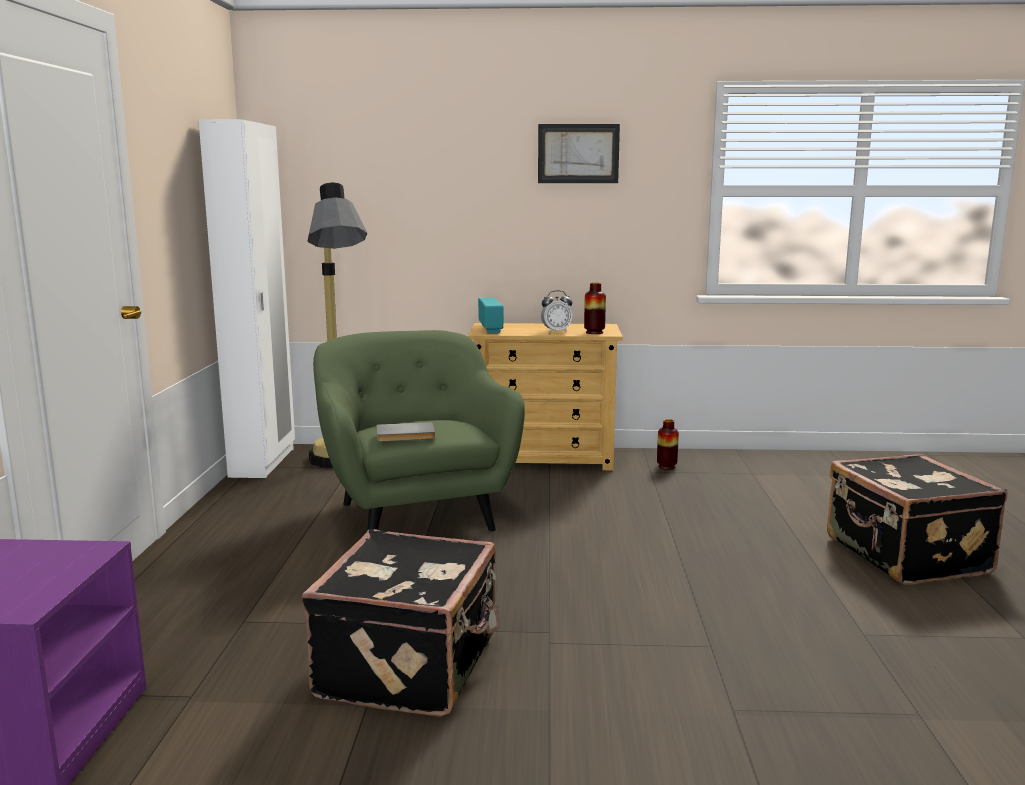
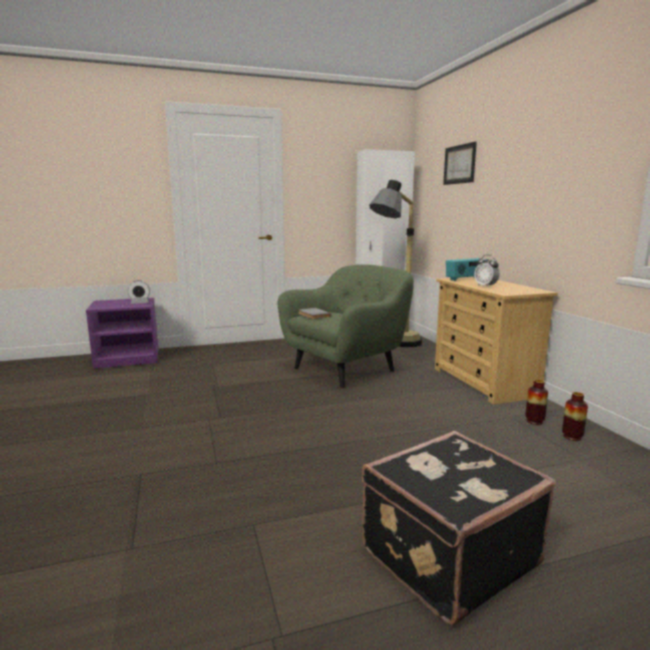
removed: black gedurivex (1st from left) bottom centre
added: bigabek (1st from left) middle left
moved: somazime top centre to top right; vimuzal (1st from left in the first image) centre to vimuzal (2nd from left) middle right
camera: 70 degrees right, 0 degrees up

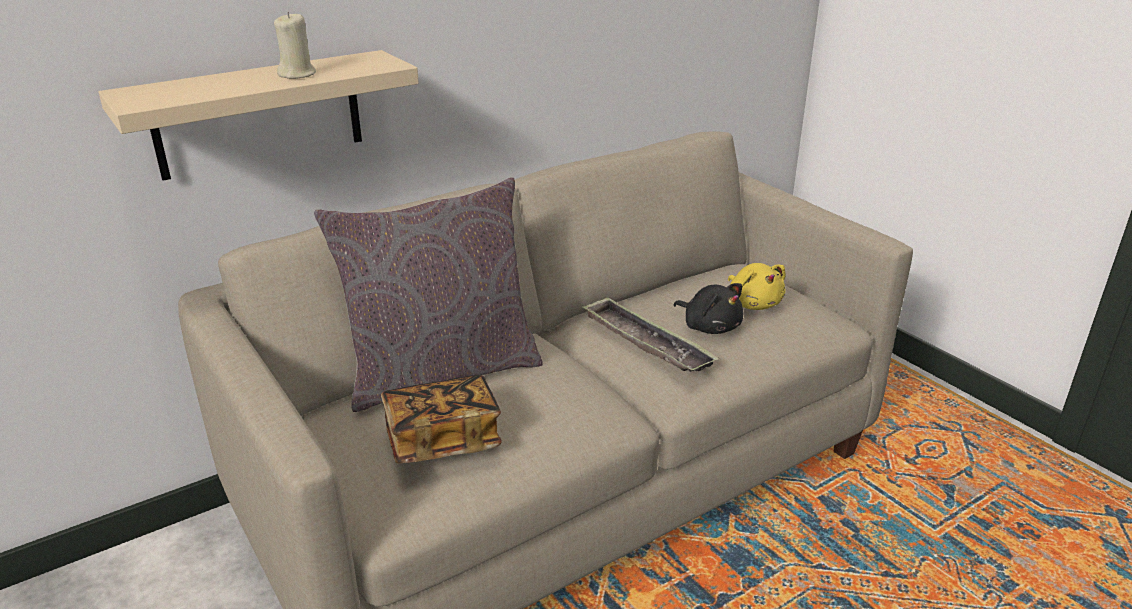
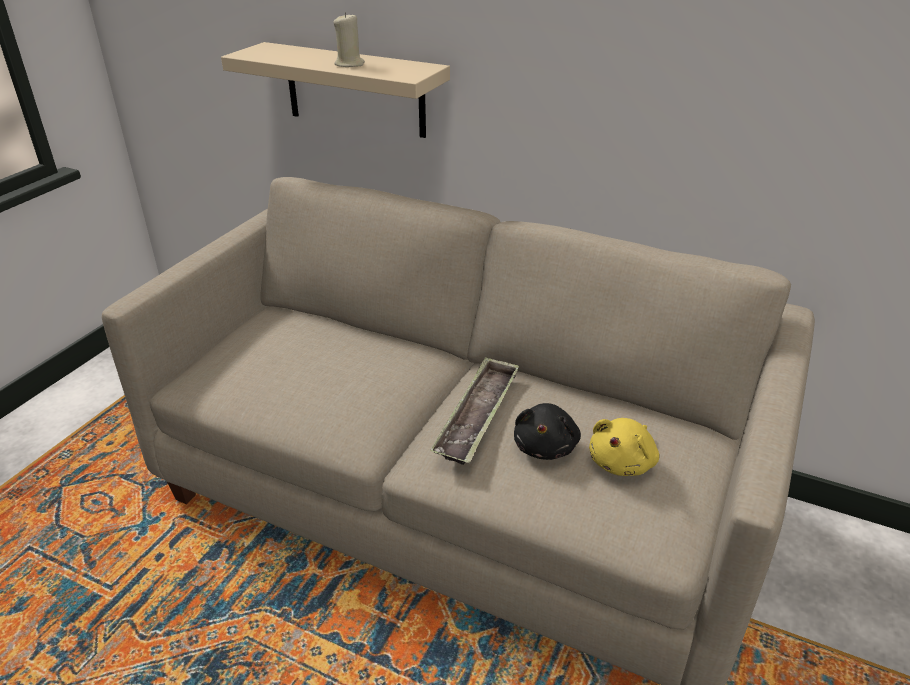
removed: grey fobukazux centre; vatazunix bottom centre
camera: 60 degrees right, 5 degrees up

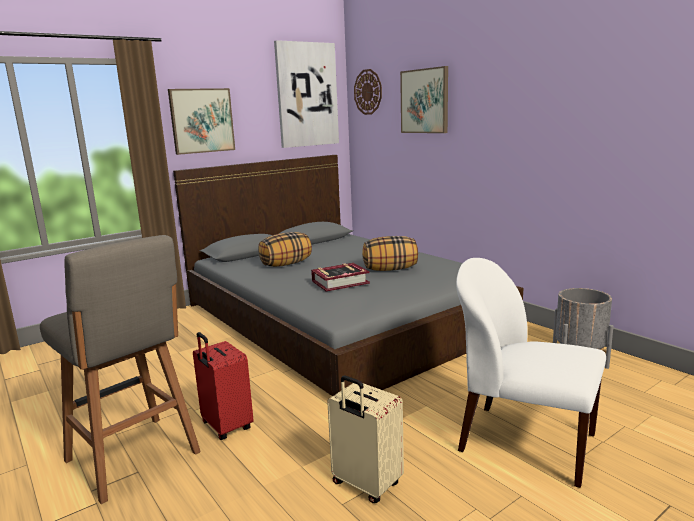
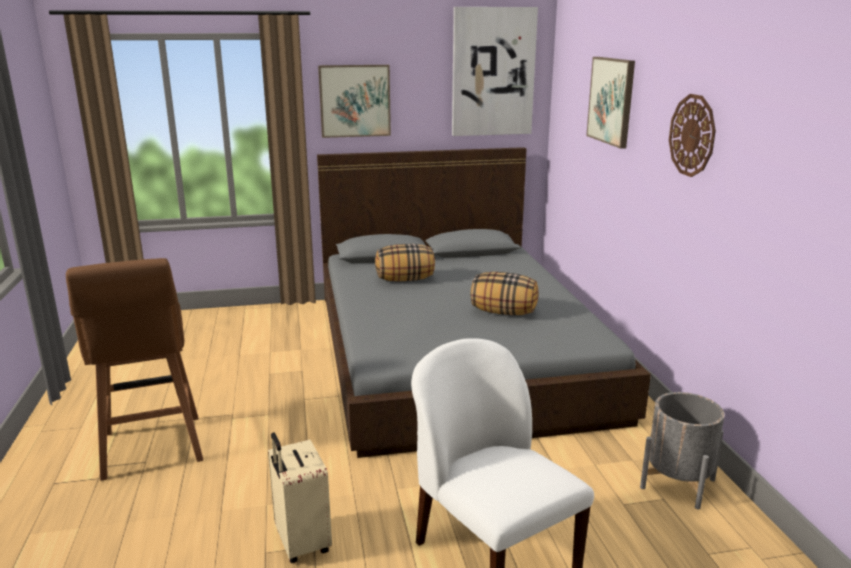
removed: red gedurivex bottom left; vatazunix centre
moved: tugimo top centre to top right
recoloured: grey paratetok bottom left to brown paratetok middle left
camera: 25 degrees right, 5 degrees up

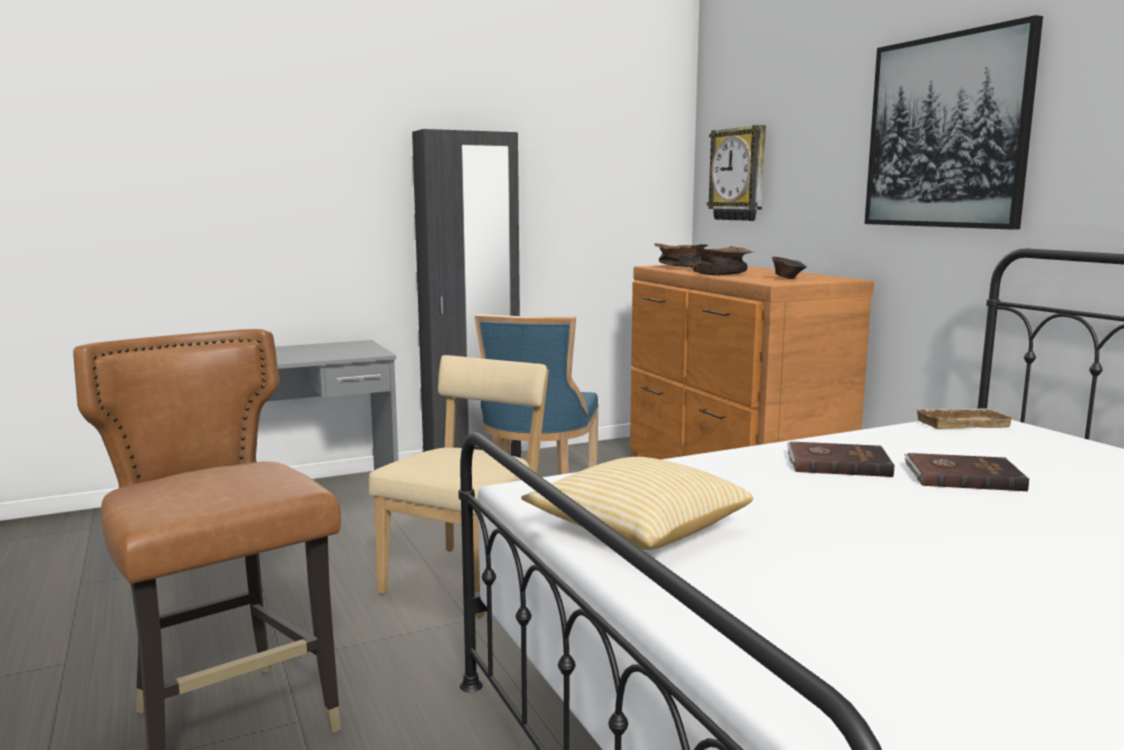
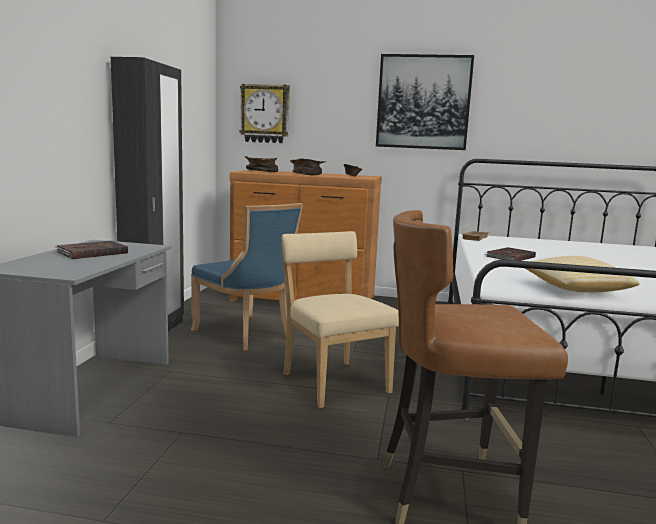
moved: brown vatazunix (2nd from left in the first image) middle right to brown vatazunix (1st from left) middle left
camera: 55 degrees left, 0 degrees up

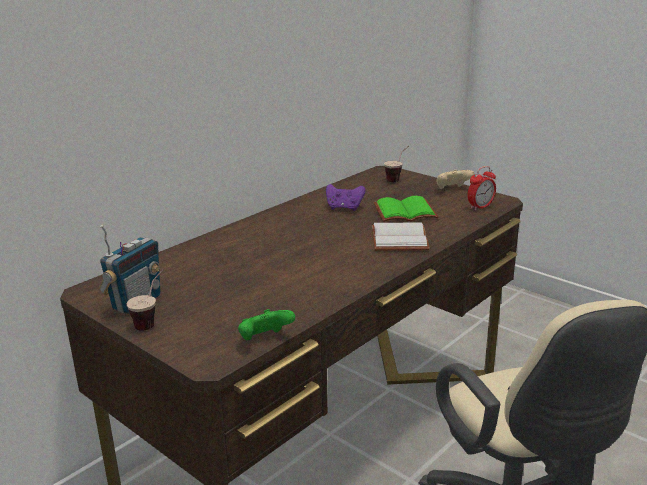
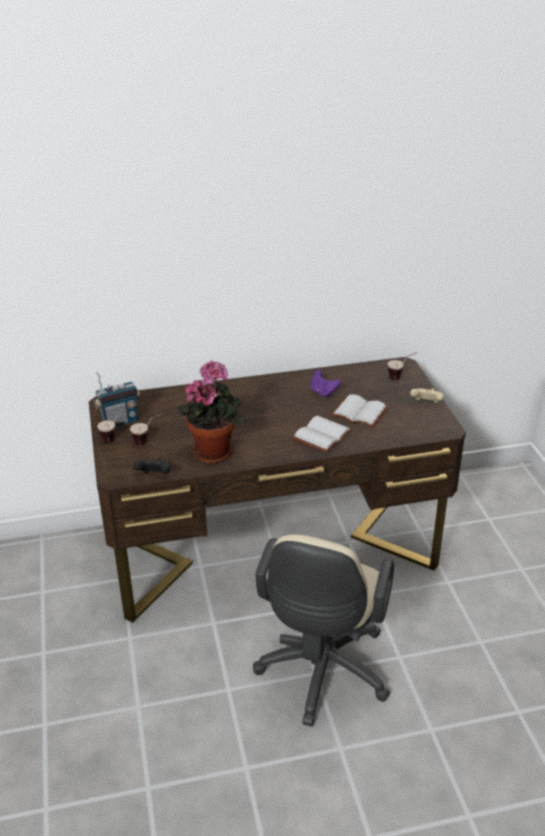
removed: bigabek middle right
added: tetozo (2nd from left) middle left; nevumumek centre
recoloured: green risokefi bottom centre to black risokefi middle left; green vatazunix centre to white vatazunix (2nd from left) centre
camera: 35 degrees right, 10 degrees up

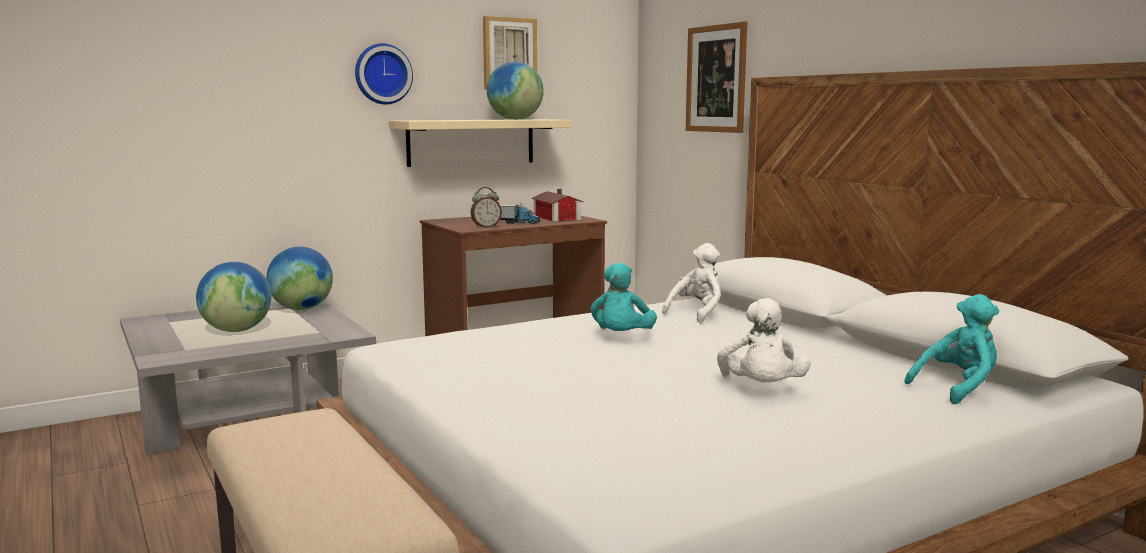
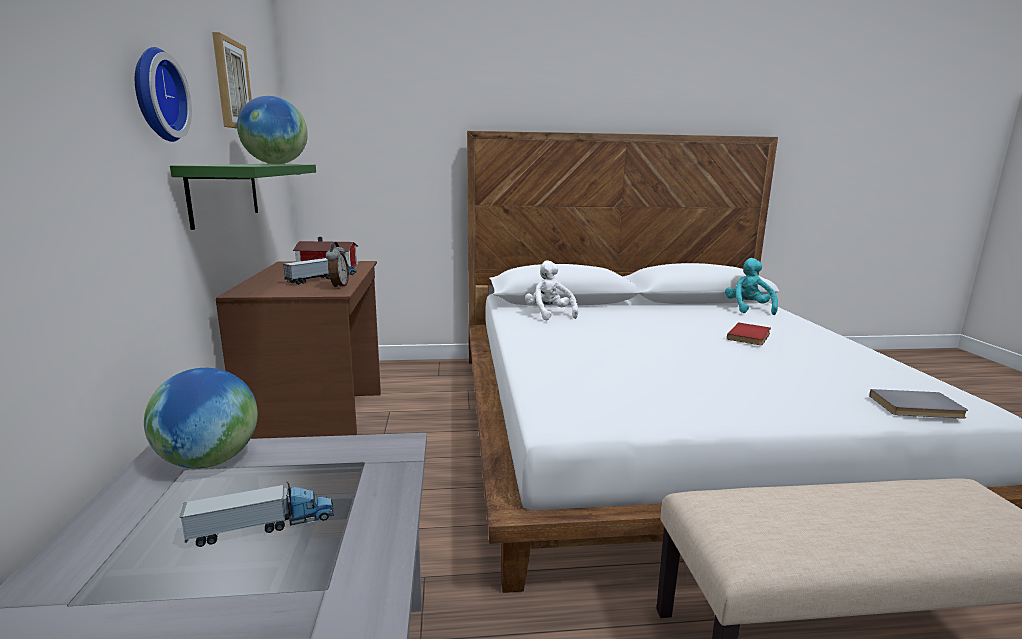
removed: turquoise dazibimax (1st from left) centre; somazime (2nd from left) top centre
added: grey vatazunix middle right
replaced: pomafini (1st from left) middle left to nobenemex (1st from left) bottom left; white dazibimax (2nd from left) middle right to red vatazunix middle right
recoloured: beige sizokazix top centre to green sizokazix top left
camera: 65 degrees left, 5 degrees up

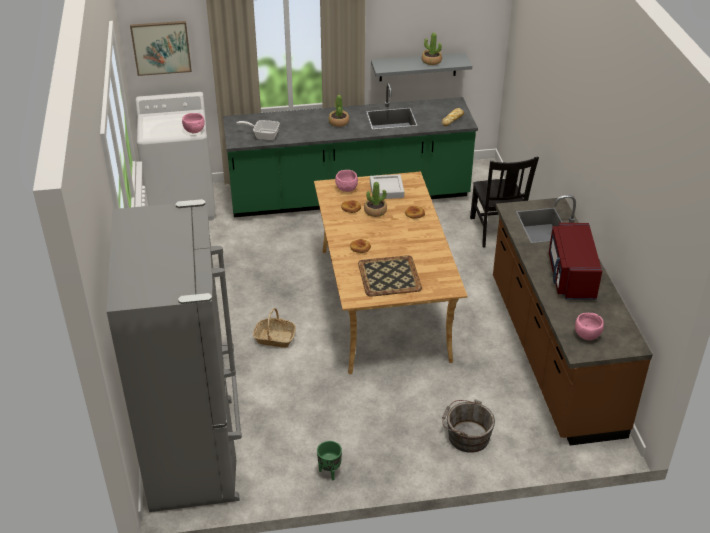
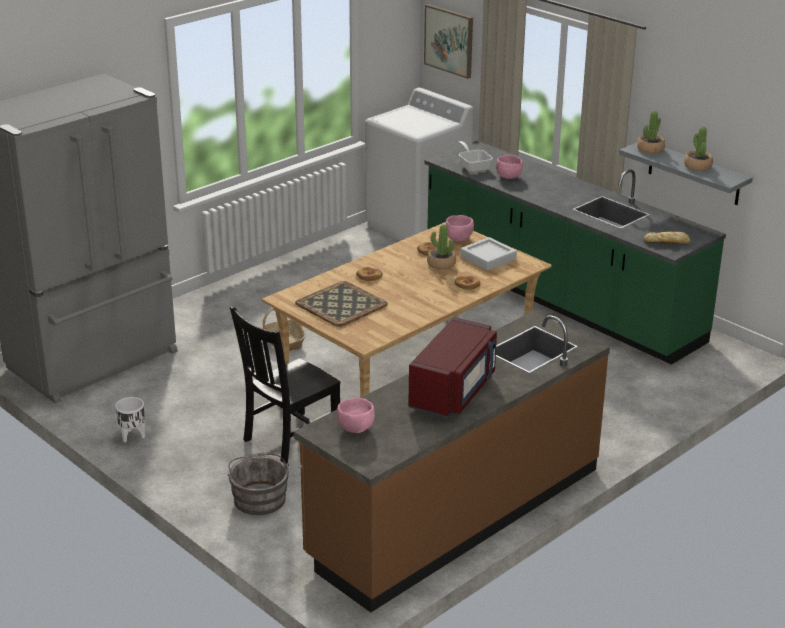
moved: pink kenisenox (1st from left in the first image) top left to pink kenisenox (3rd from left) top centre; nevumumek (1st from left in the first image) top centre to nevumumek (2nd from left) top right; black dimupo middle right to centre
recoloured: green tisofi bottom centre to white tisofi bottom left
turned: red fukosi middle right = centre 150 degrees clockwise
camera: 55 degrees right, 10 degrees down

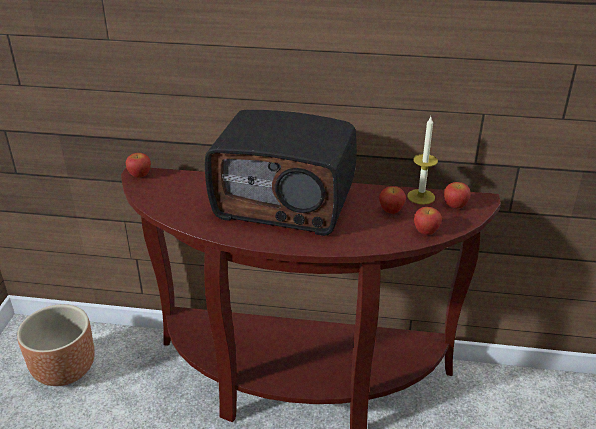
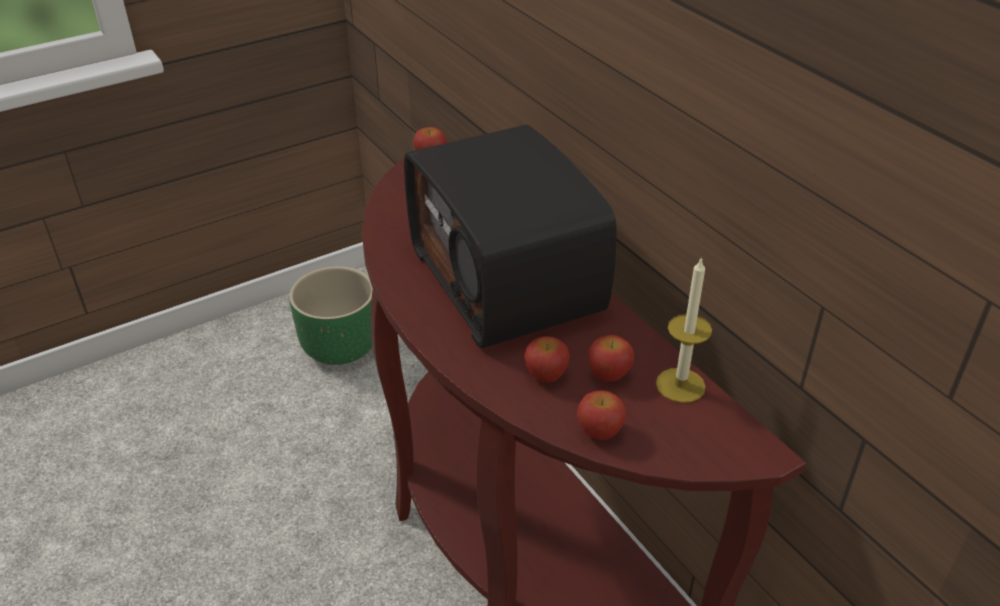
moved: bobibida (4th from left in the first image) middle right to bobibida (2nd from left) centre
recoloured: brown tisofi bottom left to green tisofi middle left
camera: 50 degrees right, 5 degrees up

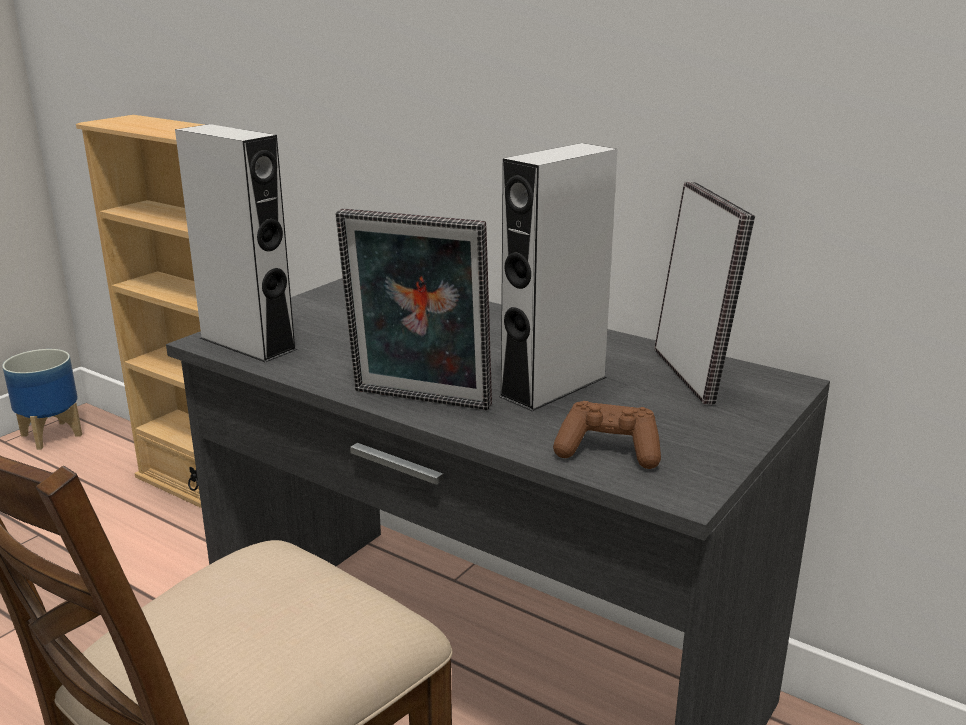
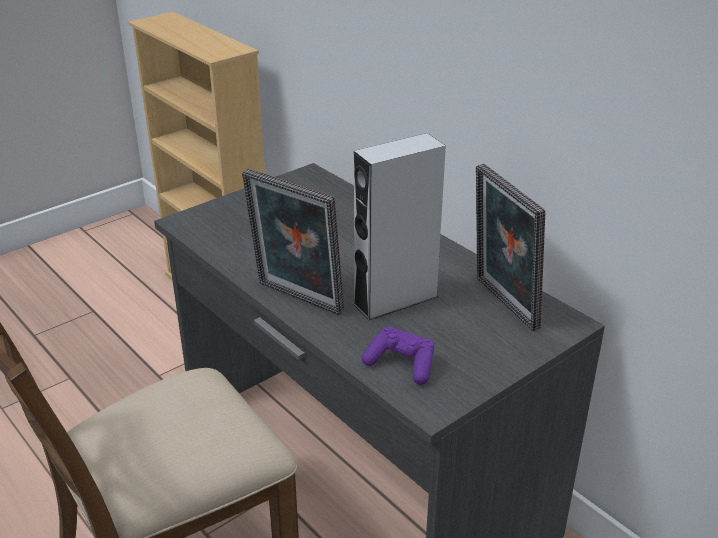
removed: tisofi middle left; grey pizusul (1st from left) middle left
recoloured: brown risokefi centre to purple risokefi centre
turned: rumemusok (2nd from left) middle right = middle right 150 degrees clockwise
camera: 15 degrees right, 10 degrees up

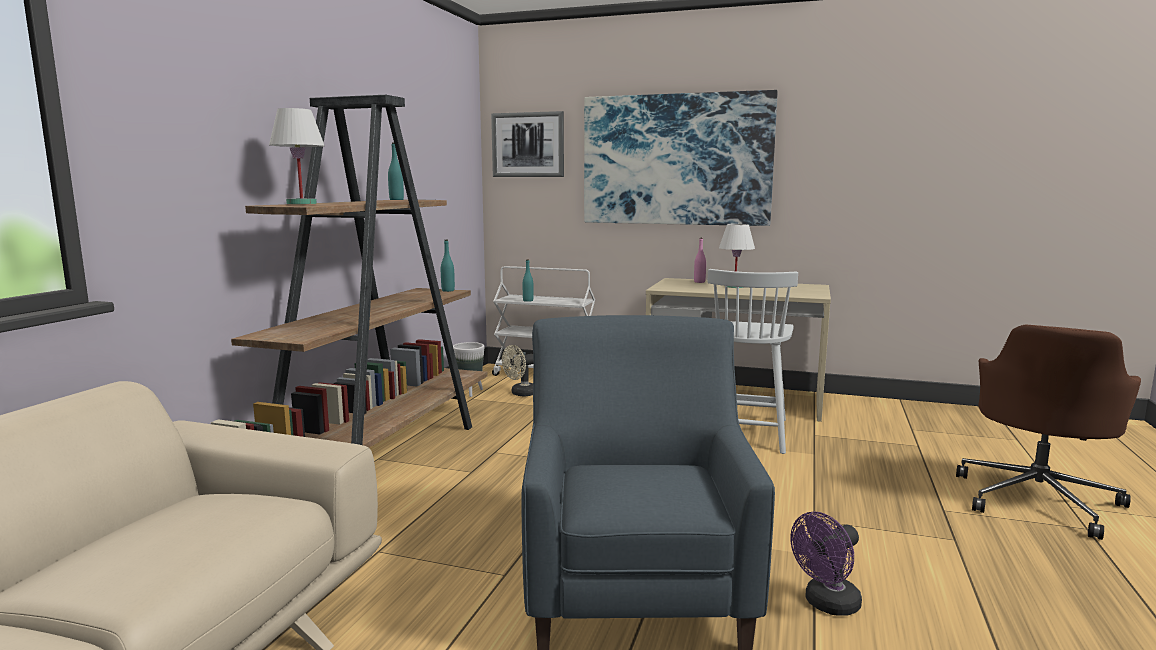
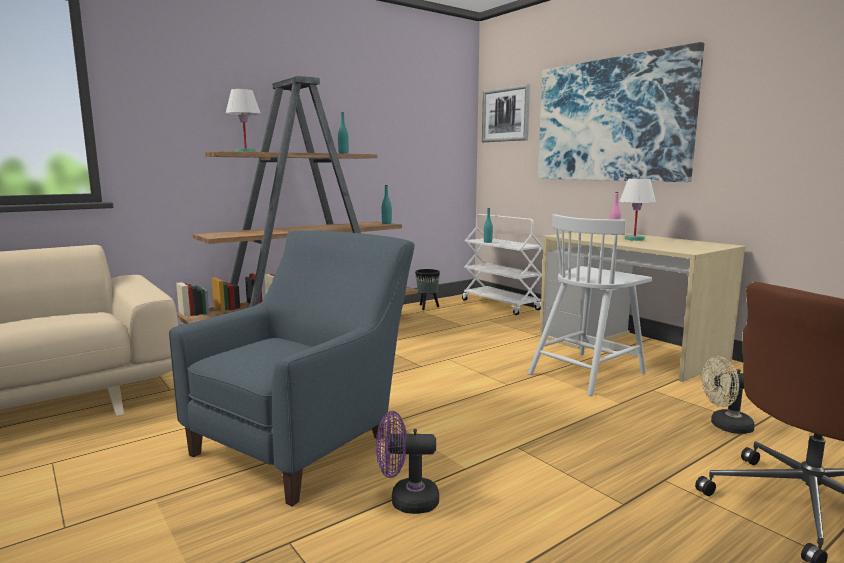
moved: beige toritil centre to bottom right
recoloured: white tisofi centre to black tisofi centre
camera: 35 degrees right, 0 degrees up

